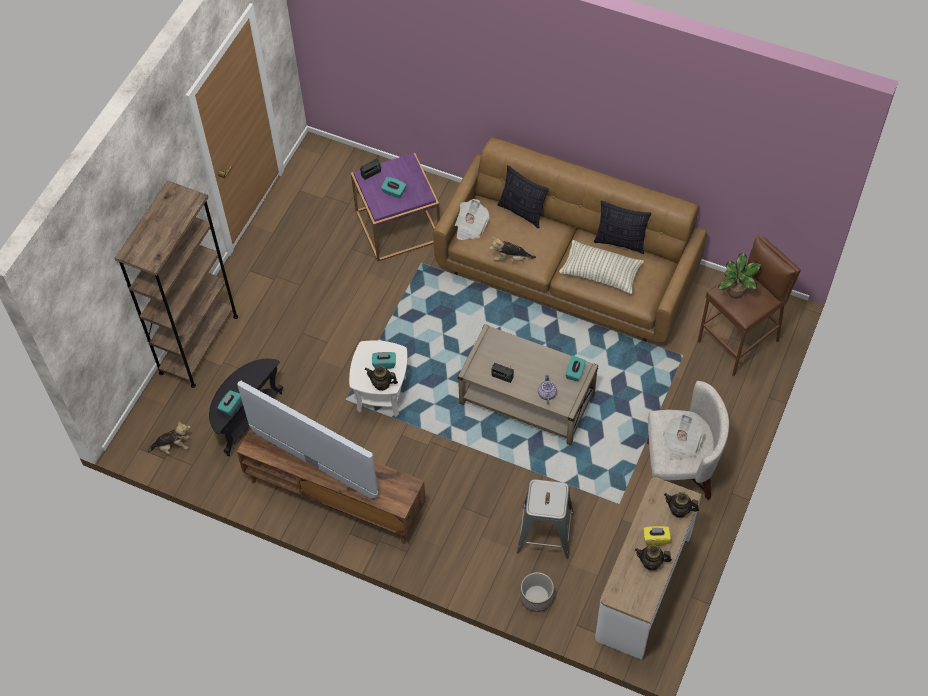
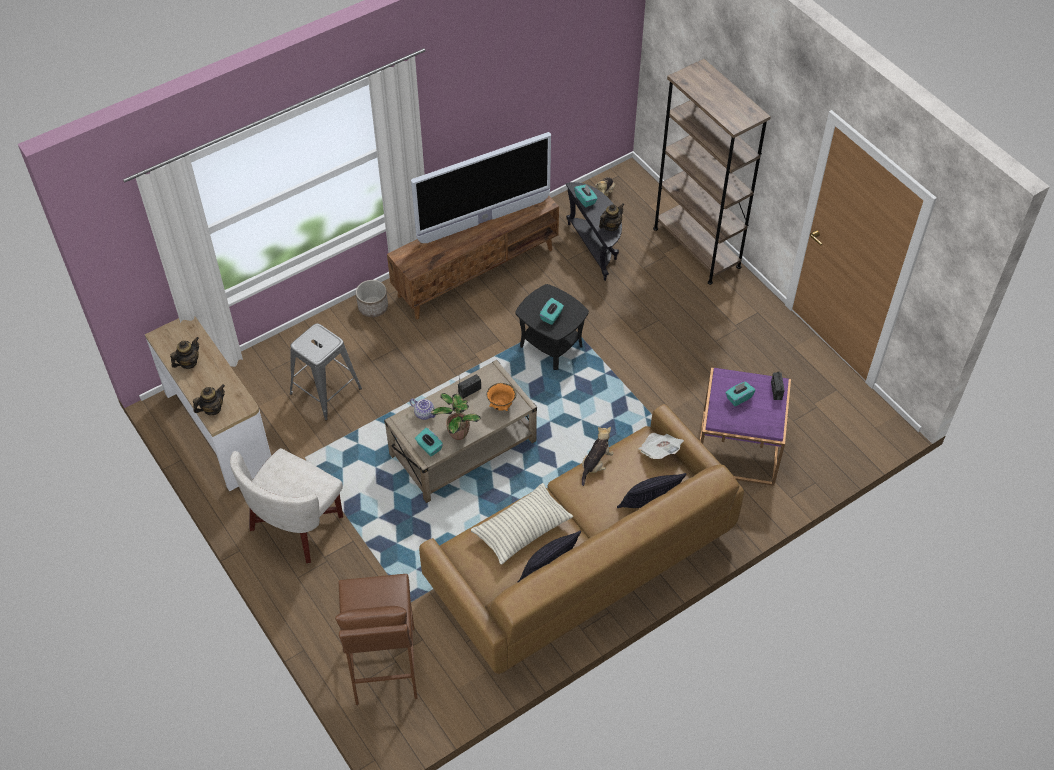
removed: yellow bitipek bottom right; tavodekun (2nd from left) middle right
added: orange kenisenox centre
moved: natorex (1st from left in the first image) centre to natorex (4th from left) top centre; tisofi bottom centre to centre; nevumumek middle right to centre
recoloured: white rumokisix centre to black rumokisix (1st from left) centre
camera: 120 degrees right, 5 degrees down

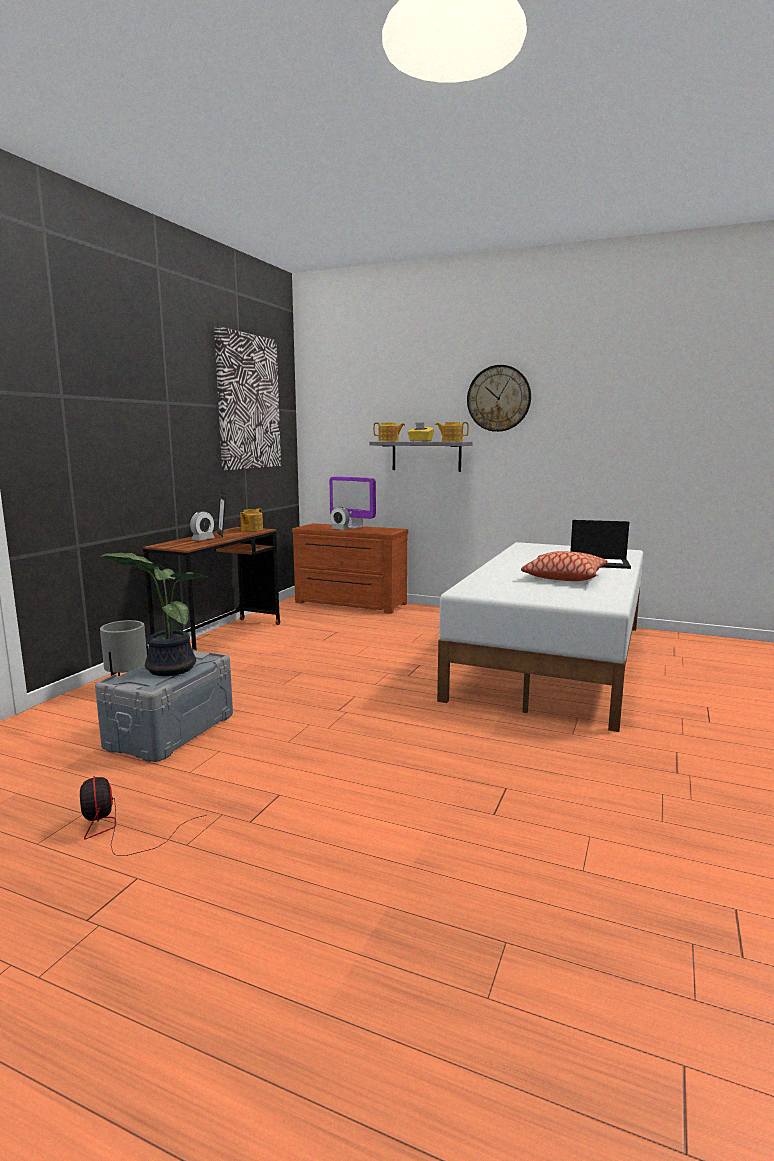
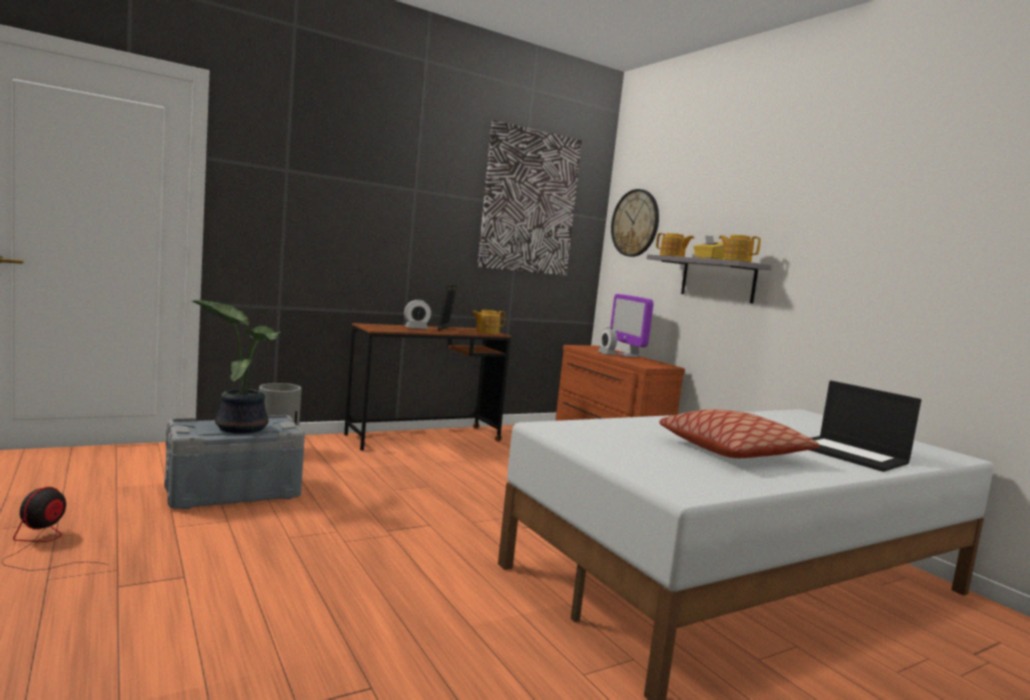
moved: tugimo centre to top centre
camera: 35 degrees right, 5 degrees down

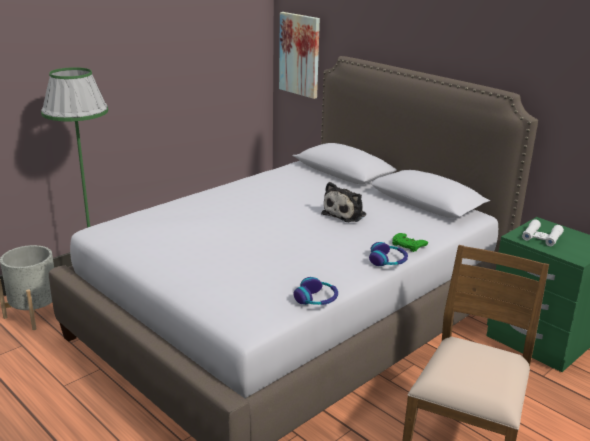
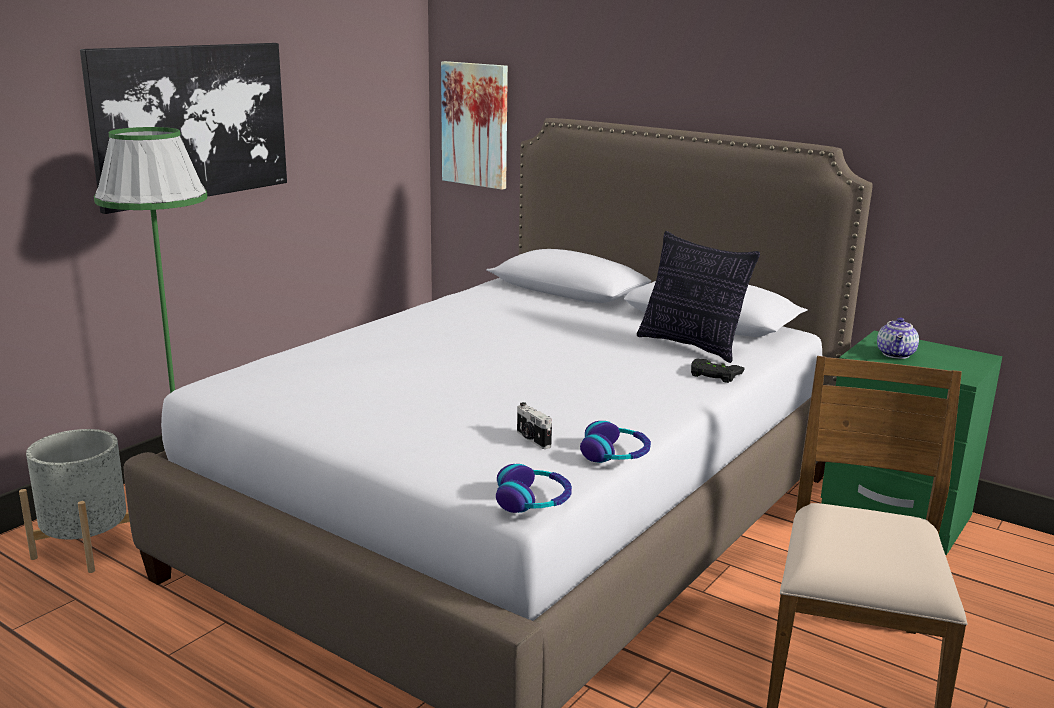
removed: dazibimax centre
added: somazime (1st from left) top left; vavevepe centre; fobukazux centre
moved: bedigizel (2nd from left in the first image) centre to bedigizel (1st from left) bottom centre
replaced: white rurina middle right to natorex middle right
recoloured: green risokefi middle right to black risokefi middle right
camera: 10 degrees left, 5 degrees down

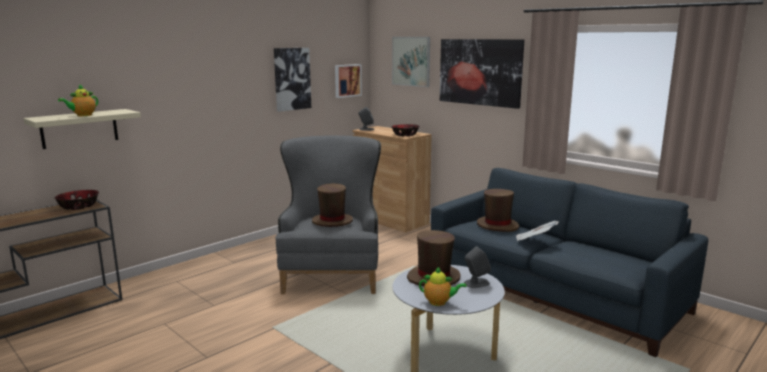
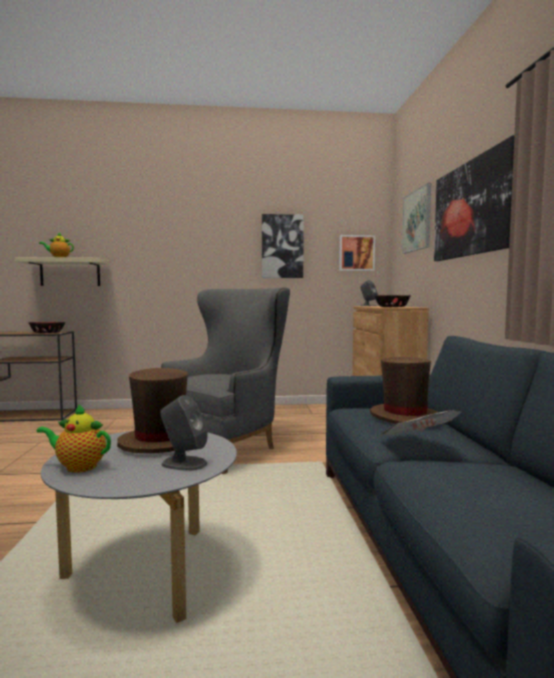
removed: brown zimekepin (1st from left) centre
turned: natorex (2nd from left) bottom centre = middle left 135 degrees clockwise
camera: 40 degrees right, 10 degrees down

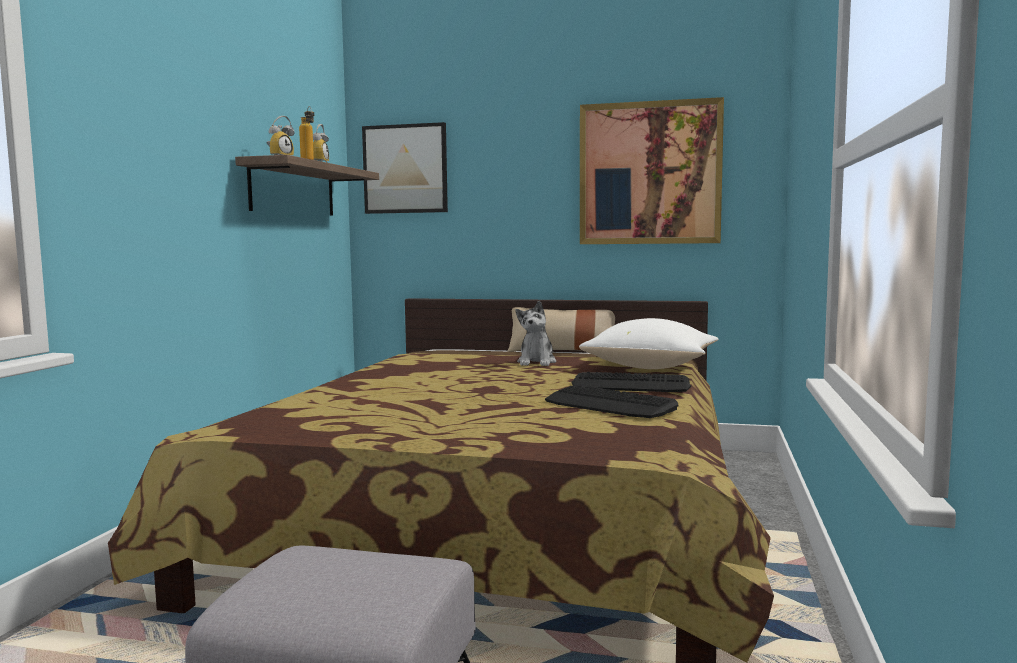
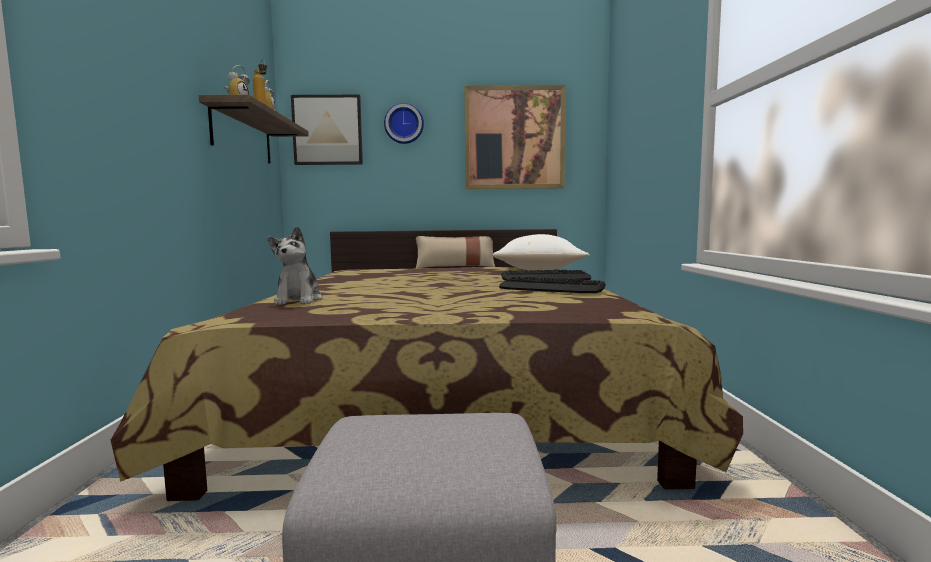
added: tugimo top centre
moved: dazibimax centre to middle left
camera: 15 degrees left, 0 degrees up

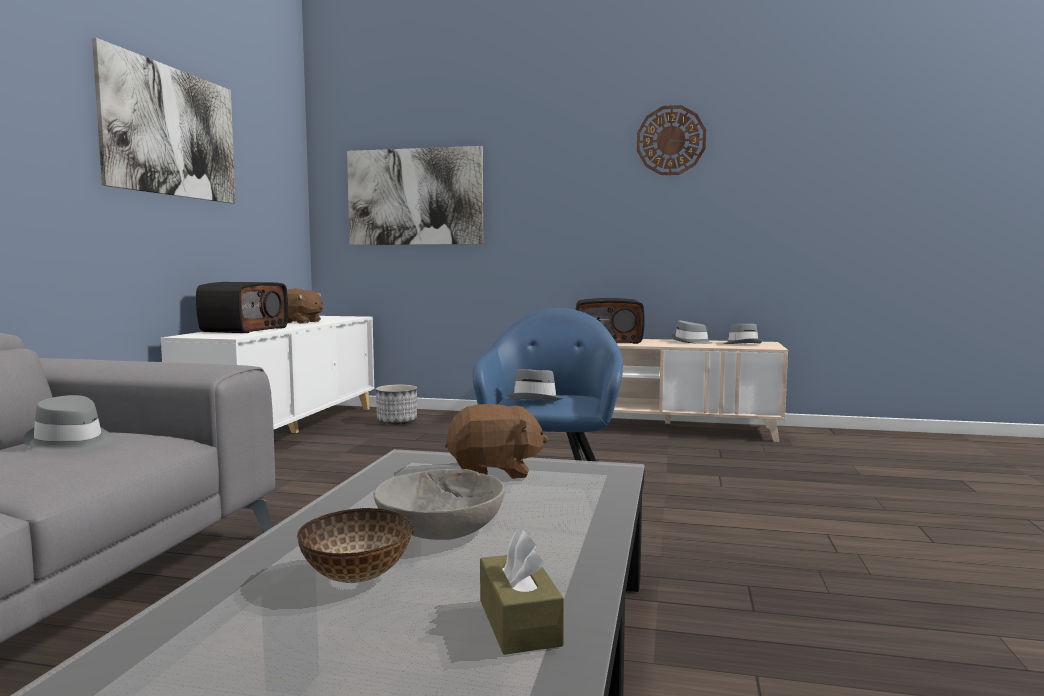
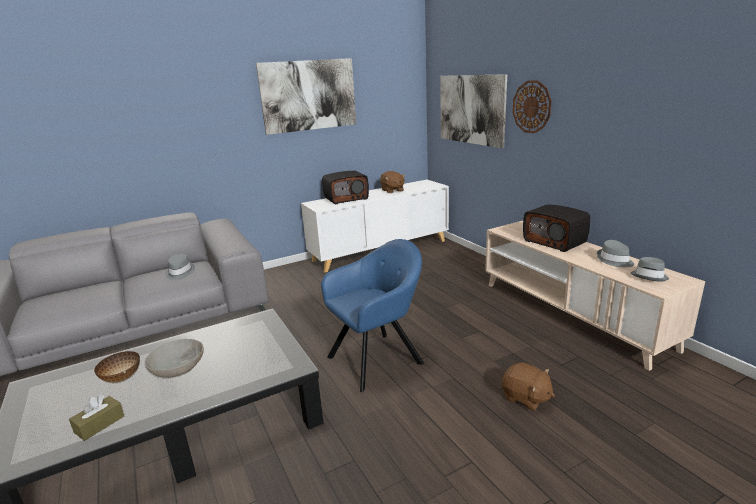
removed: tisofi centre; grey zimekepin (2nd from left) centre
moved: brown dazibimax (2nd from left) centre to bottom right; tugimo top centre to top right
camera: 50 degrees right, 15 degrees up

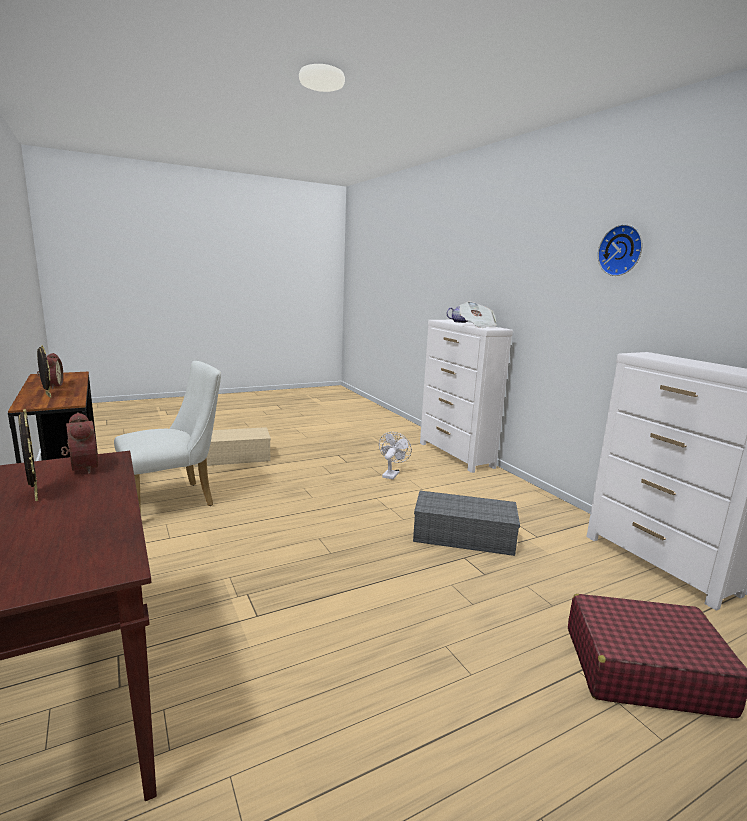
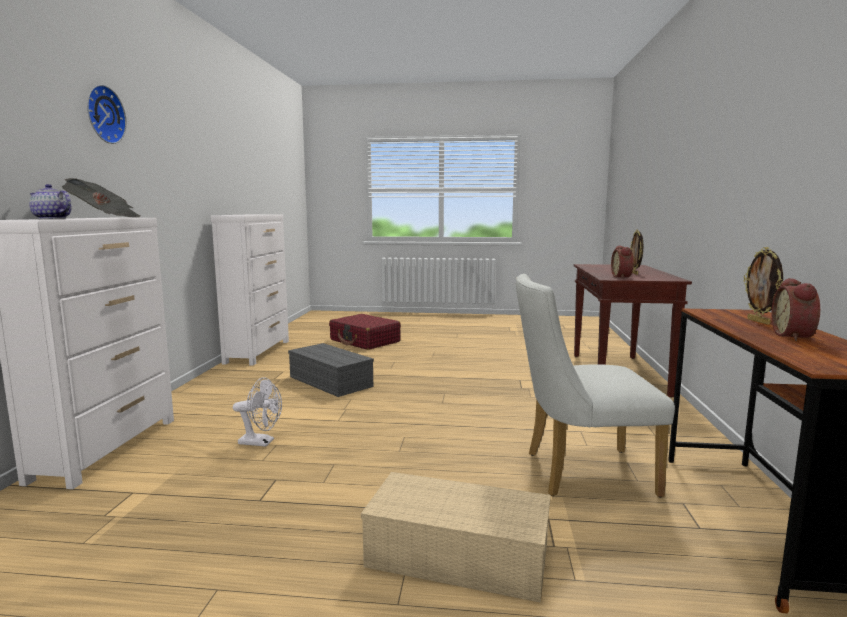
moved: tugimo top right to top left
turned: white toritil centre = bottom left 135 degrees counterclockwise
camera: 145 degrees left, 5 degrees down

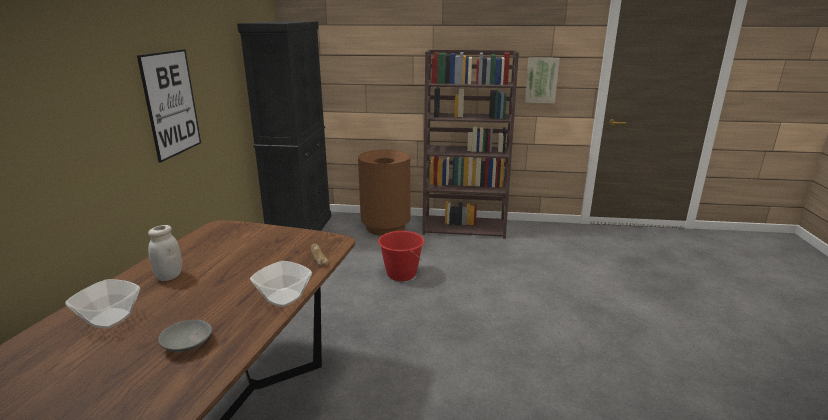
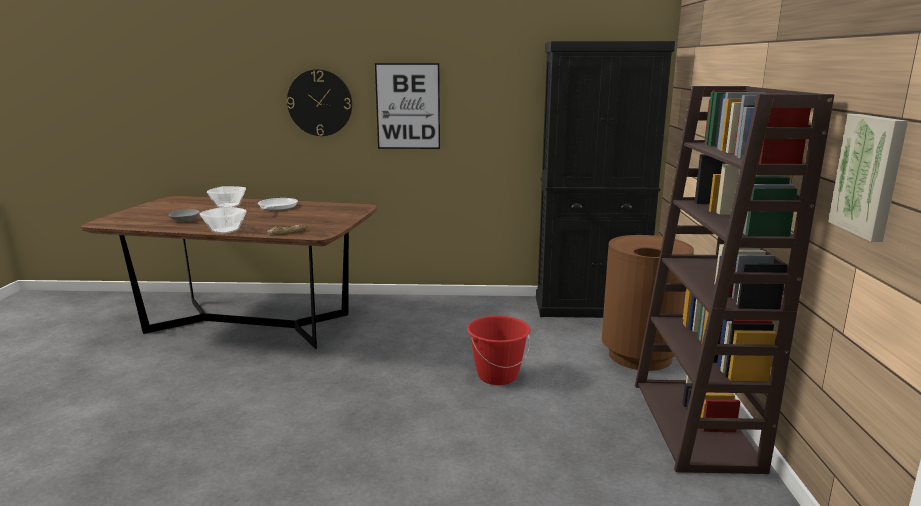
added: tugimo top centre
replaced: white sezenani middle left to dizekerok middle left
camera: 85 degrees right, 5 degrees down

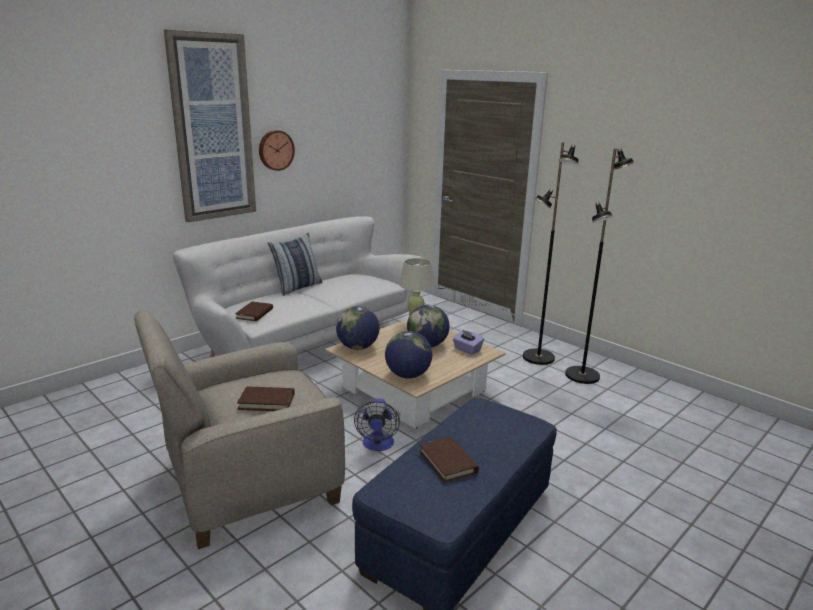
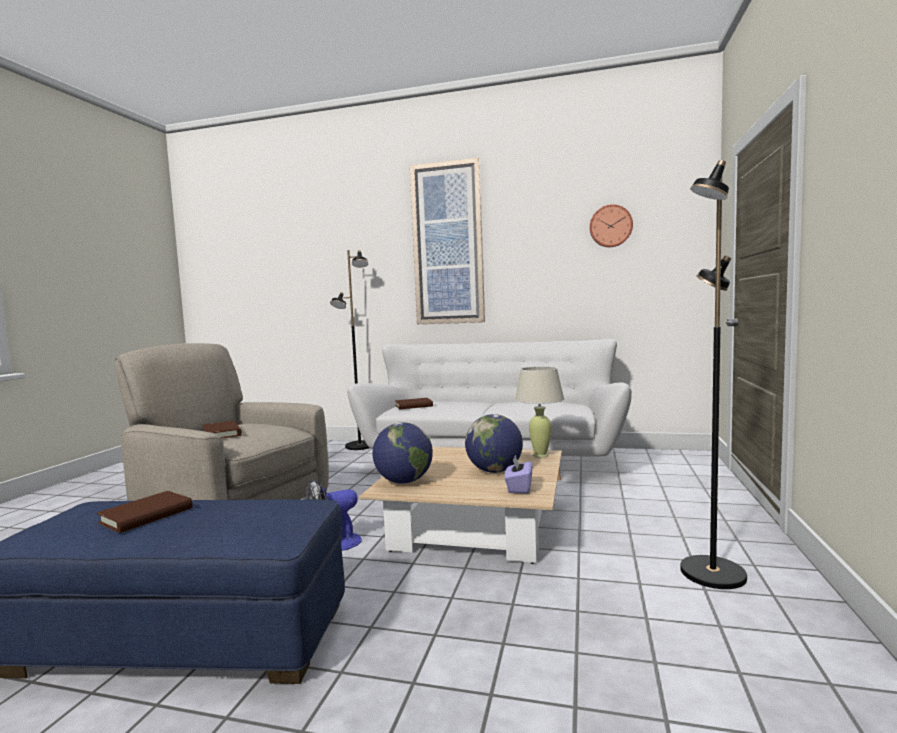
removed: fobukazux centre; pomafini (1st from left) centre
moved: tugimo top centre to top right; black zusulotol (2nd from left in the first image) middle right to black zusulotol (1st from left) centre
camera: 60 degrees right, 15 degrees down

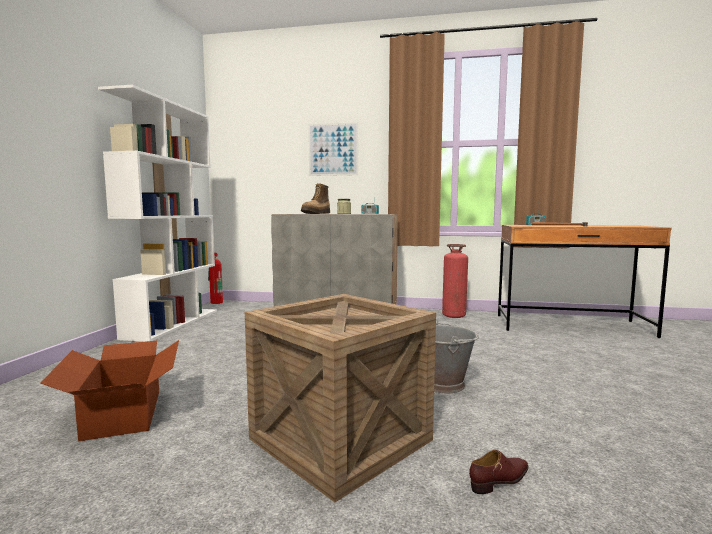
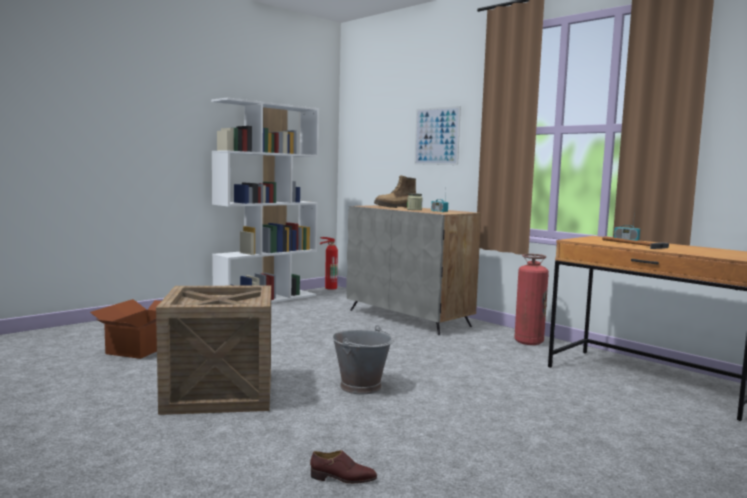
moved: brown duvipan bottom right to bottom centre
camera: 35 degrees right, 0 degrees up

